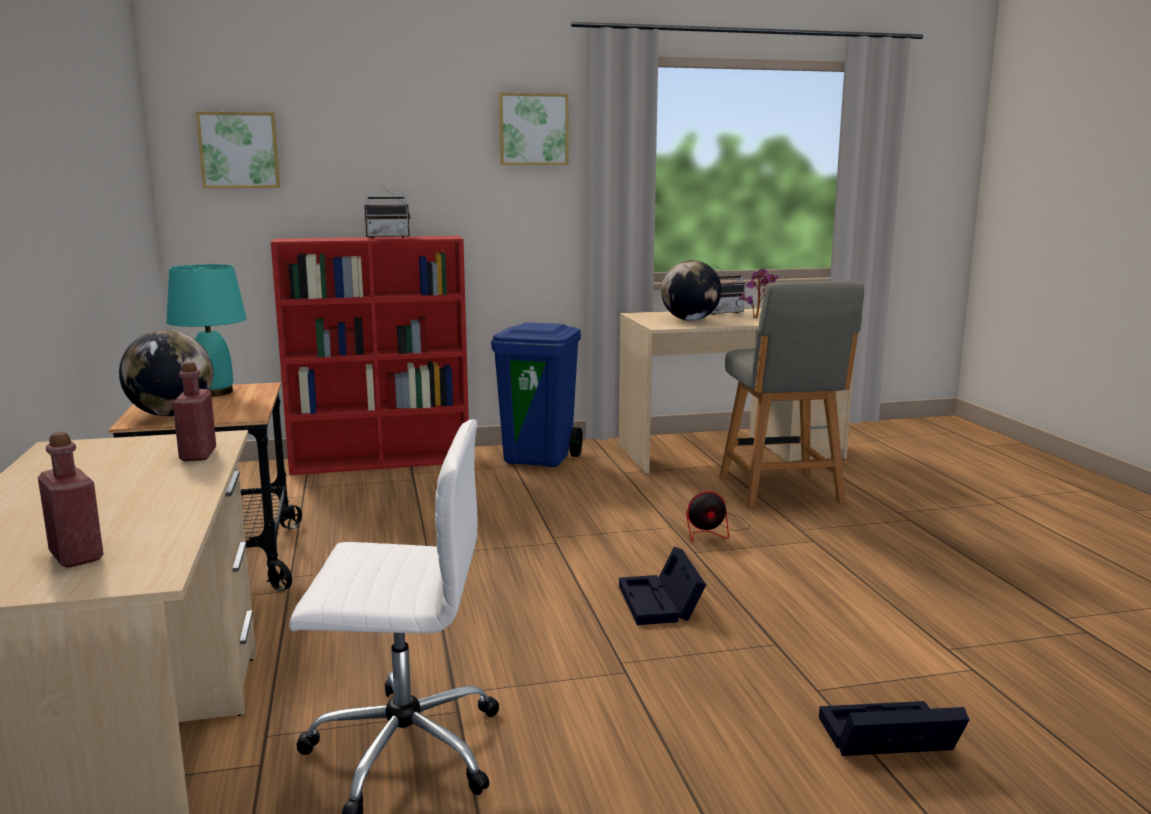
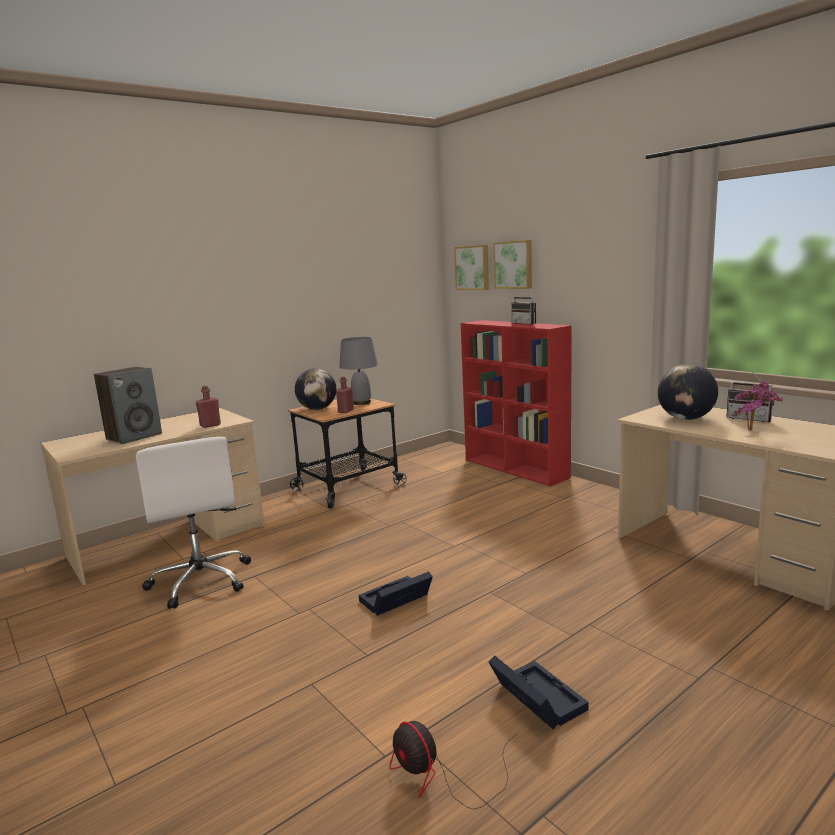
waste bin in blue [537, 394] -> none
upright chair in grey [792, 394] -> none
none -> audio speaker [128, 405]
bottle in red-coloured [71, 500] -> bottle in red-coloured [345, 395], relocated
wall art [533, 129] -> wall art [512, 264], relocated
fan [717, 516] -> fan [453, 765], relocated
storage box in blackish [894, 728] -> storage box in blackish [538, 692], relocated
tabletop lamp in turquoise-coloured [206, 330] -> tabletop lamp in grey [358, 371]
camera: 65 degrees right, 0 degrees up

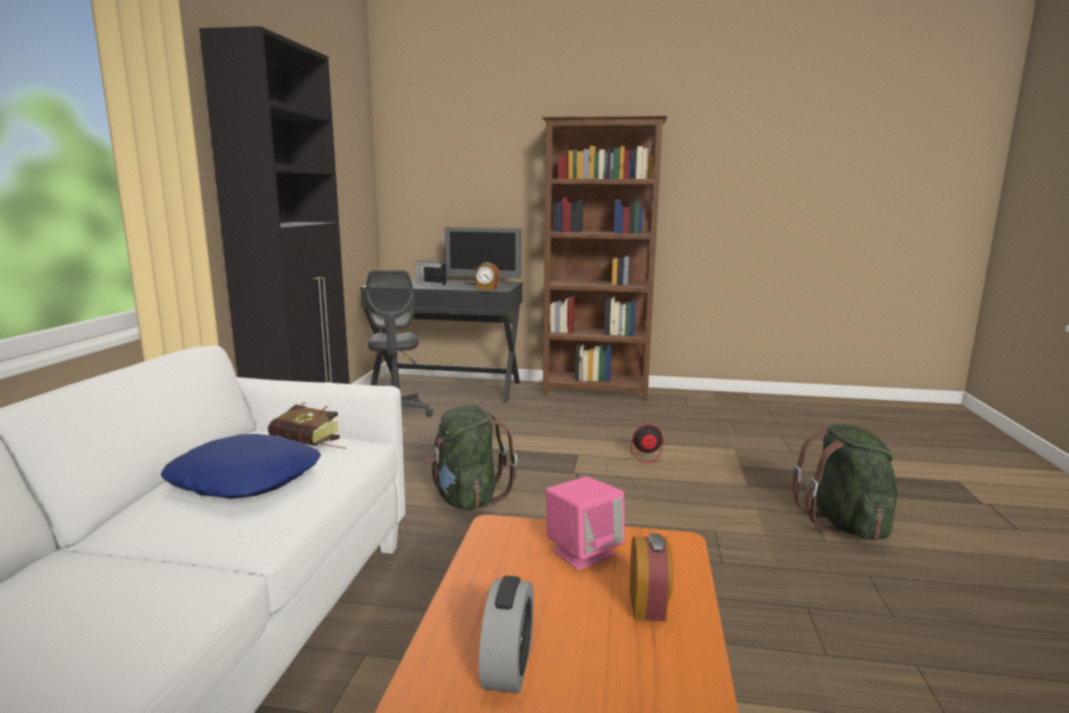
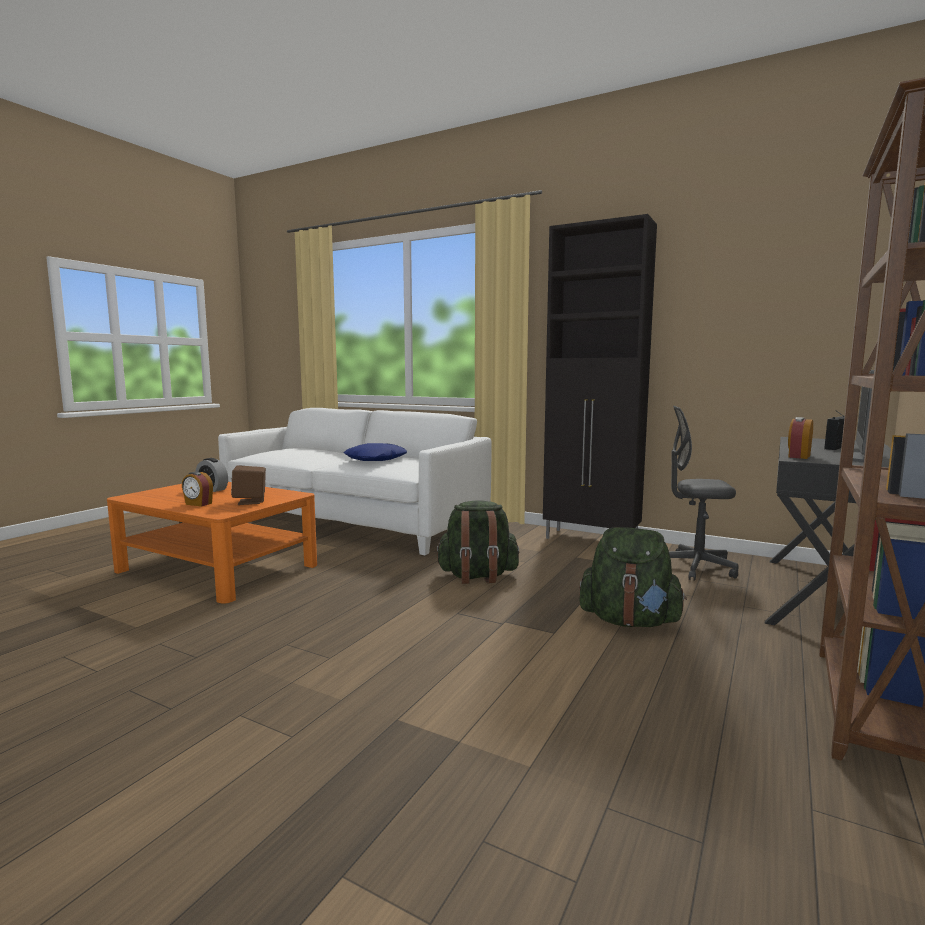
bound book [307, 425] -> none
fan [635, 455] -> none
knapsack in green-coloured [844, 482] -> knapsack in green-coloured [633, 577], relocated
audio speaker in pink [585, 523] -> audio speaker in brown-coloured [248, 485]
camera: 110 degrees right, 5 degrees down

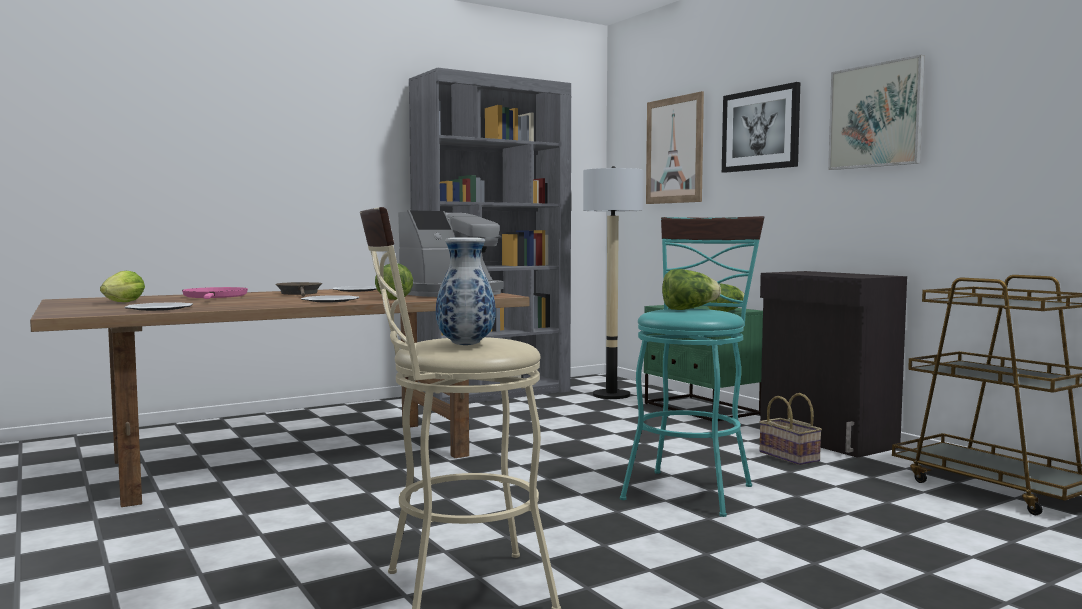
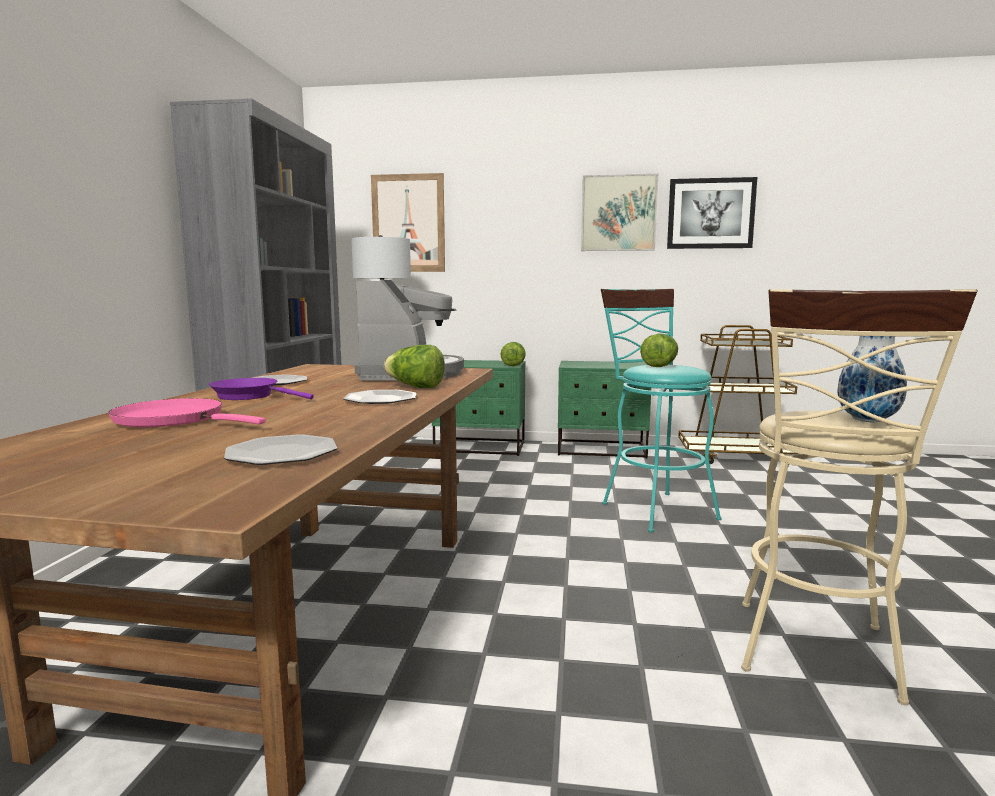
lettuce head [122, 286] -> none
basket [790, 429] -> none
wall art [761, 127] -> wall art [712, 213], relocated
cabinet in blackish [833, 364] -> night table in green-coloured [604, 410]
frying pan in brown-coloured [298, 289] -> frying pan in purple-coloured [261, 389]
camera: 50 degrees left, 5 degrees up

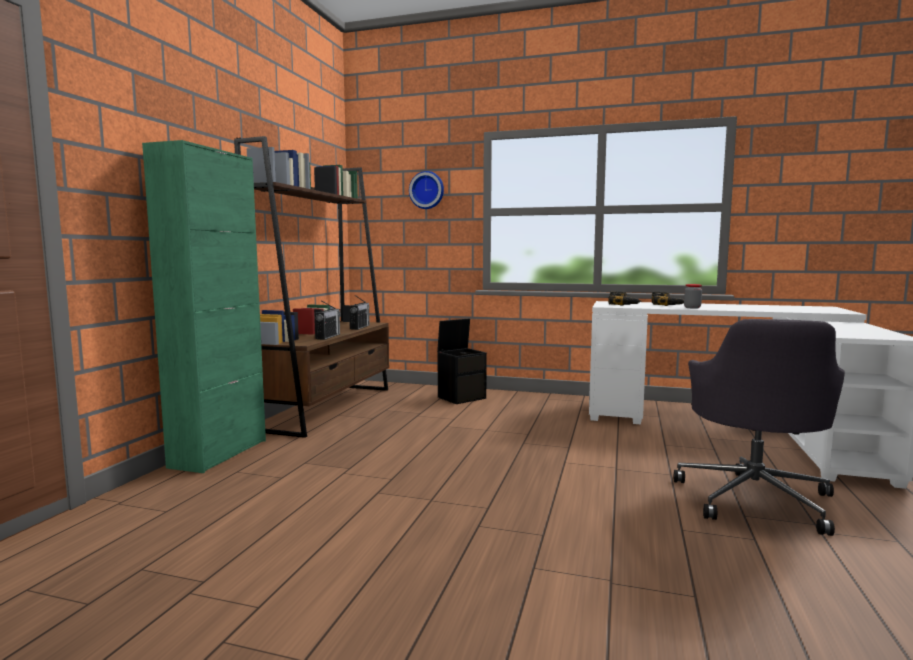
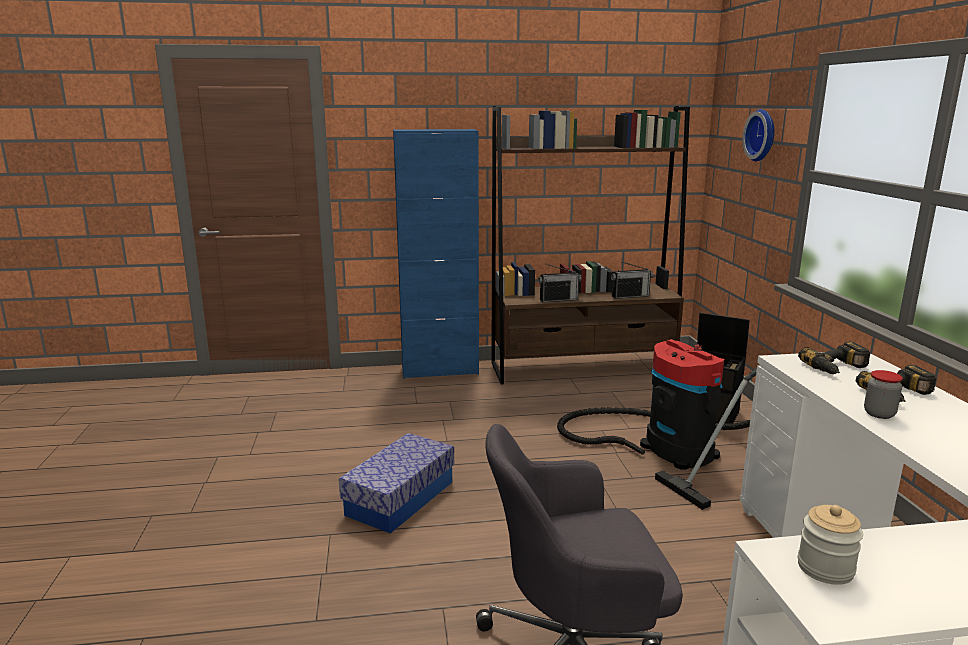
none -> storage box [396, 483]
none -> vacuum [657, 424]
none -> storage jar [830, 545]
cabinet in green-coloured [204, 306] -> cabinet in blue [436, 254]
camera: 65 degrees right, 10 degrees up

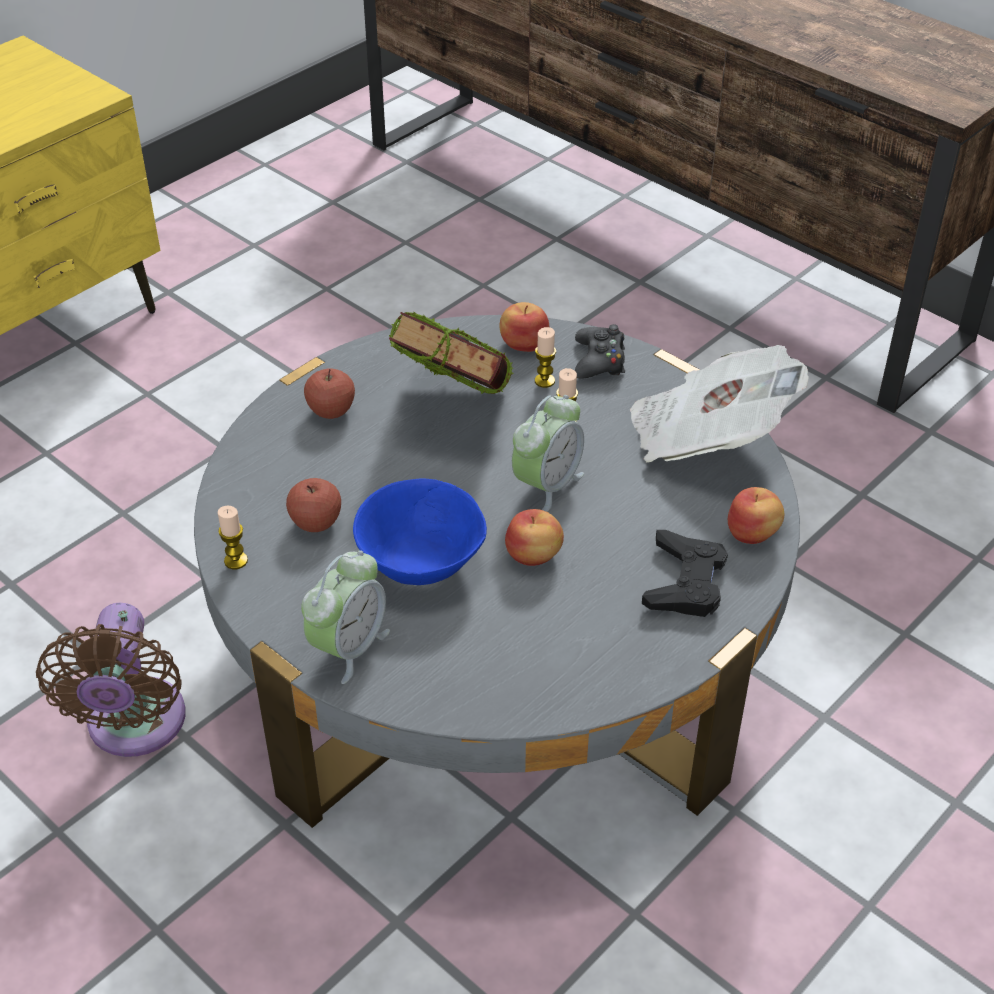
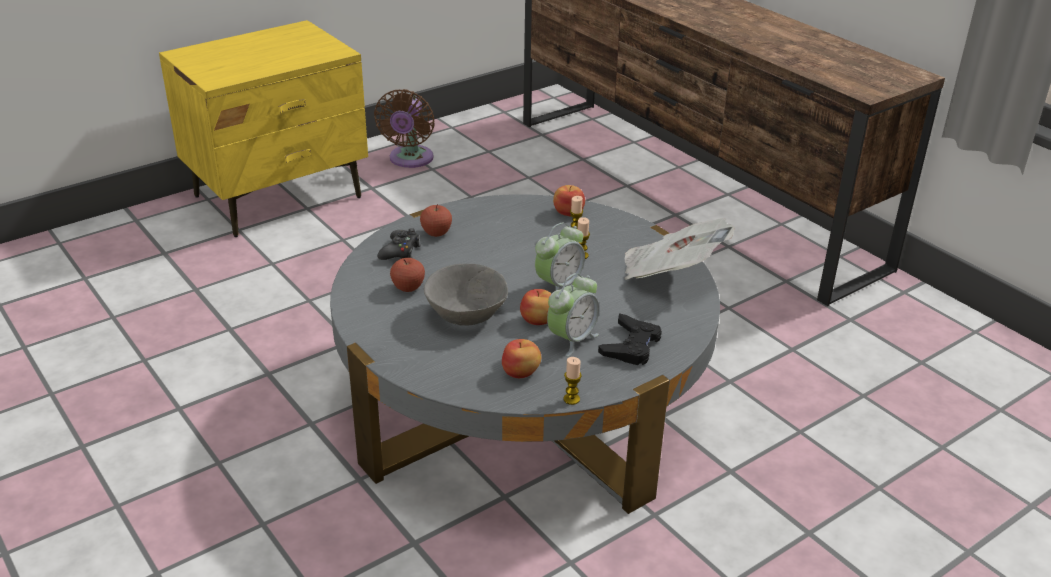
bound book [451, 353] -> none
fan in brown-coloured [111, 680] -> fan in brown-coloured [404, 128], relocated
wax light [233, 537] -> wax light [572, 381], relocated
table clock [345, 617] -> table clock [573, 315], relocated
gamepad in blackish [600, 351] -> gamepad in blackish [399, 244], relocated
apple fruit [756, 515] -> apple fruit [521, 358], relocated
deep dish in blue [420, 532] -> deep dish in grey [466, 295]
camera: 10 degrees right, 10 degrees down

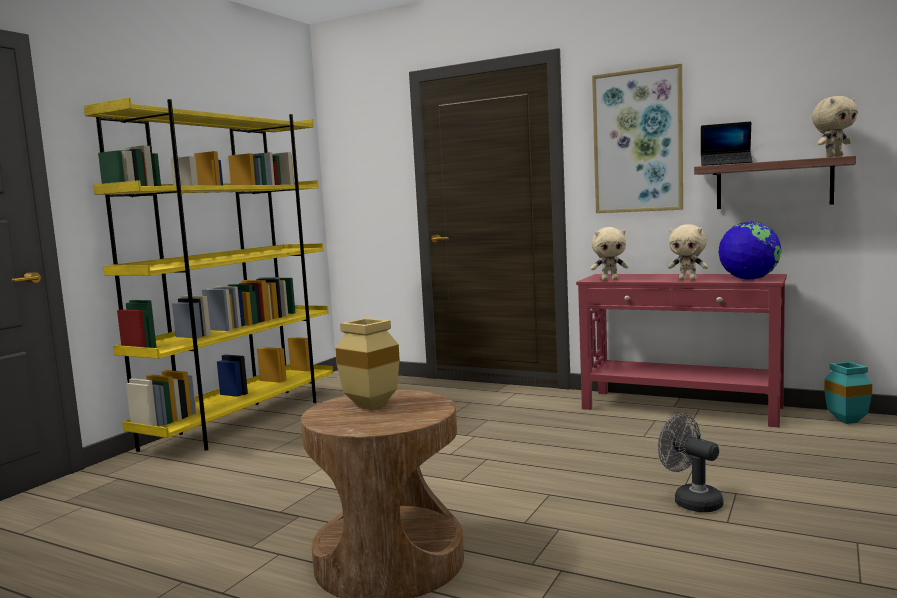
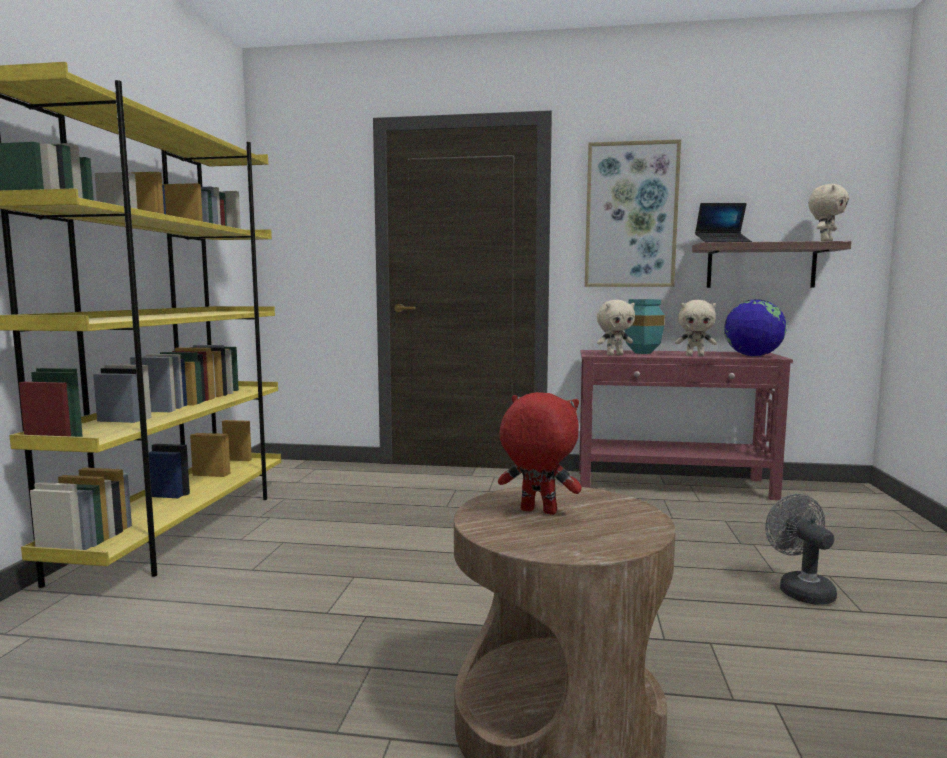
flower vase in turquoise-coloured [848, 393] -> flower vase in turquoise-coloured [644, 326], relocated
flower vase in beige [367, 364] -> soft toy in red-coloured [540, 453]
fan in grey [690, 463] -> fan in grey [801, 549], 45 degrees clockwise
camera: 20 degrees left, 0 degrees up

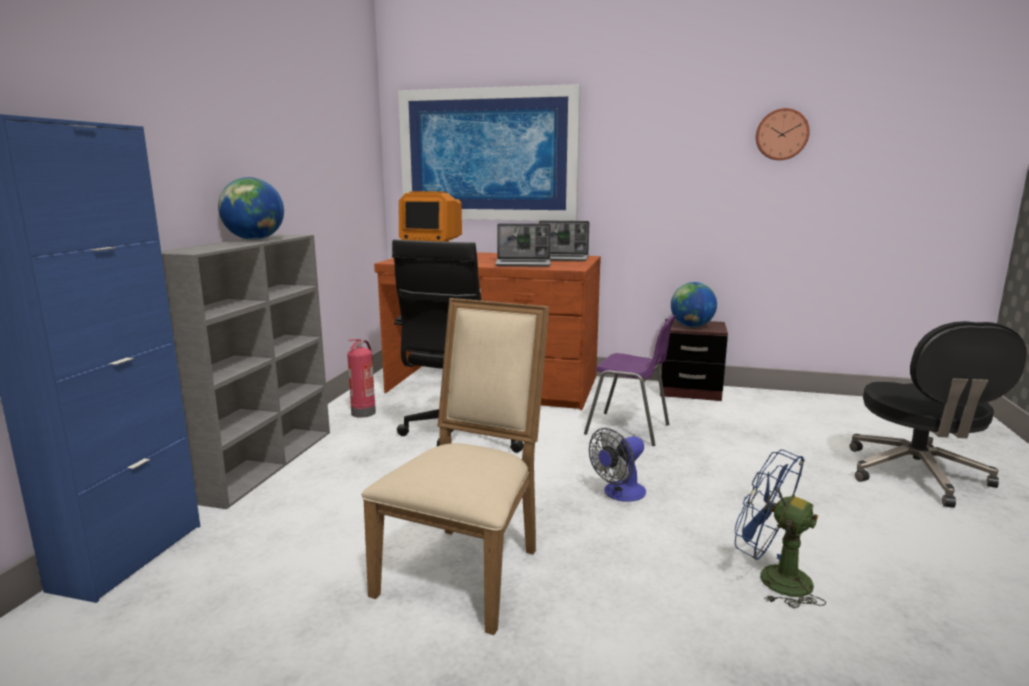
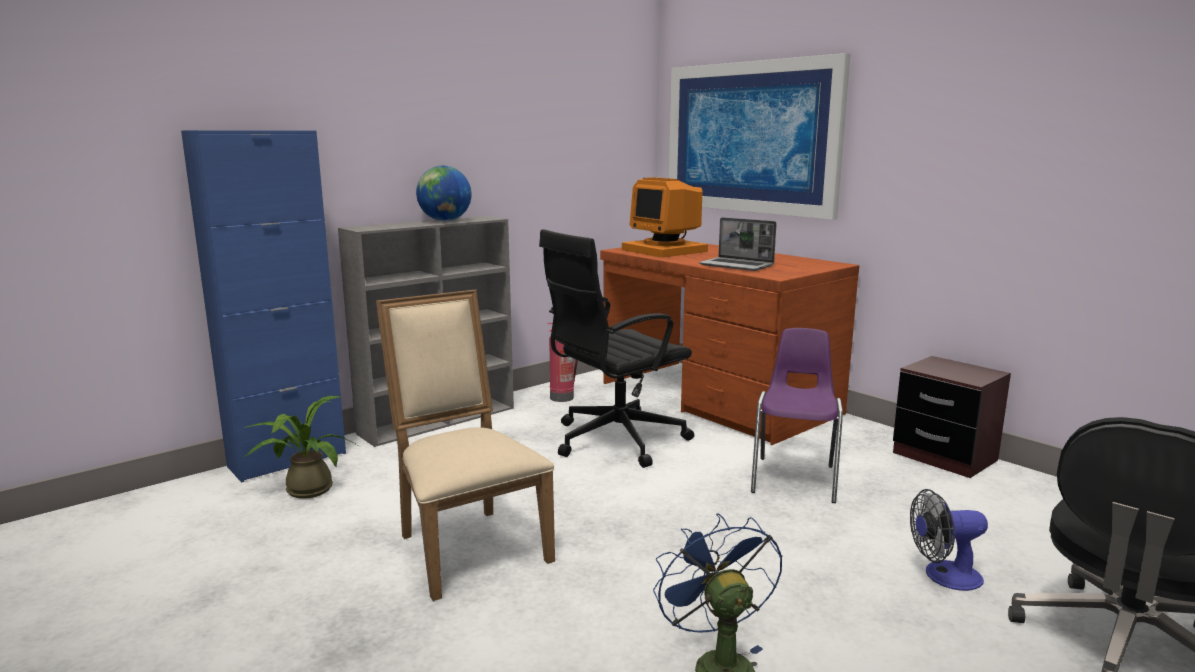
portable computer [564, 240] -> none
desk globe [694, 304] -> none
clock on the wall [783, 134] -> none
none -> houseplant [301, 447]
fan [617, 465] -> fan [949, 540], relocated
upright chair in beige [455, 466] -> upright chair in beige [465, 445], 90 degrees counterclockwise
upright chair in purple-coloured [630, 380] -> upright chair in purple-coloured [797, 415], 135 degrees counterclockwise
camera: 35 degrees right, 0 degrees up

